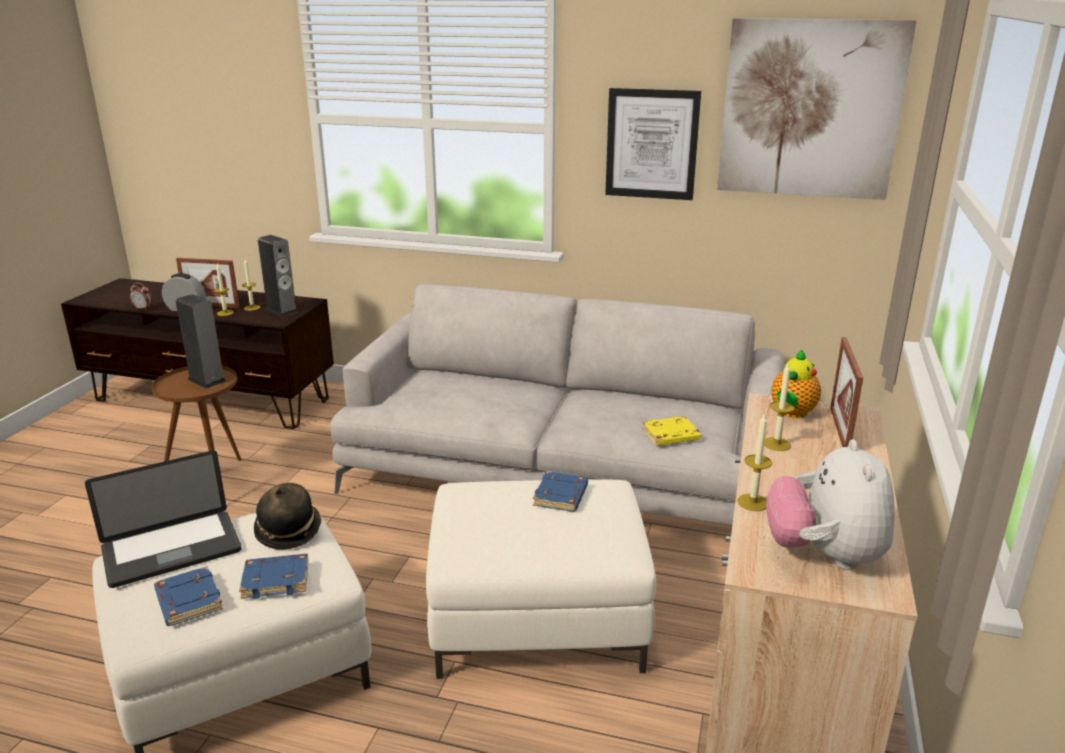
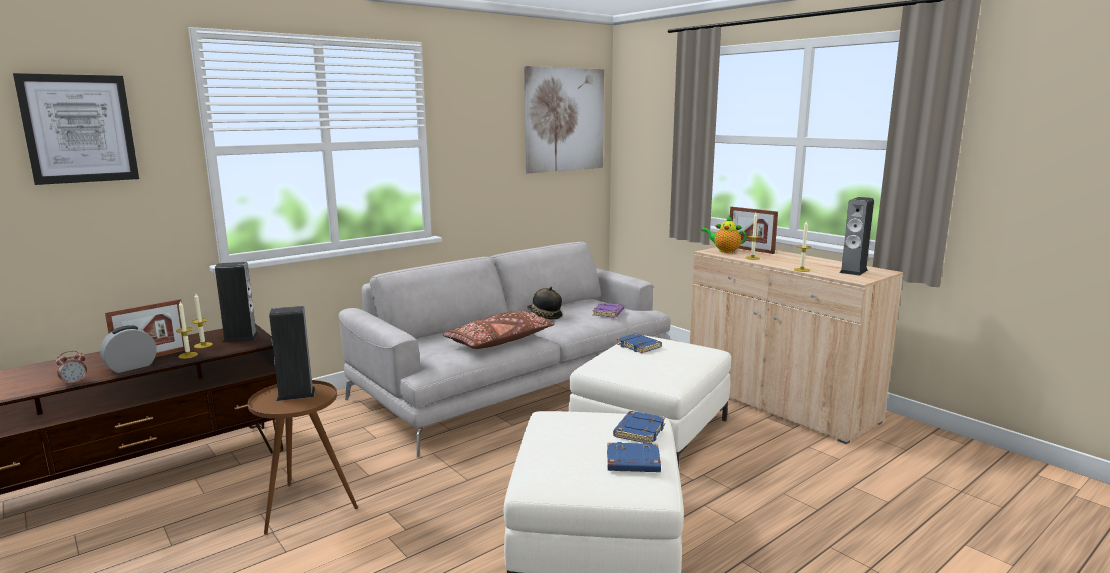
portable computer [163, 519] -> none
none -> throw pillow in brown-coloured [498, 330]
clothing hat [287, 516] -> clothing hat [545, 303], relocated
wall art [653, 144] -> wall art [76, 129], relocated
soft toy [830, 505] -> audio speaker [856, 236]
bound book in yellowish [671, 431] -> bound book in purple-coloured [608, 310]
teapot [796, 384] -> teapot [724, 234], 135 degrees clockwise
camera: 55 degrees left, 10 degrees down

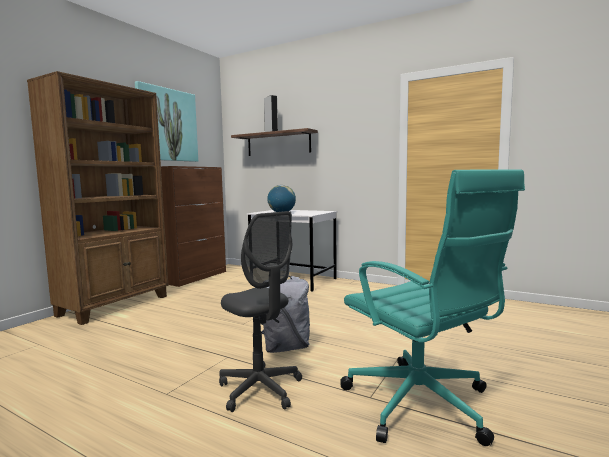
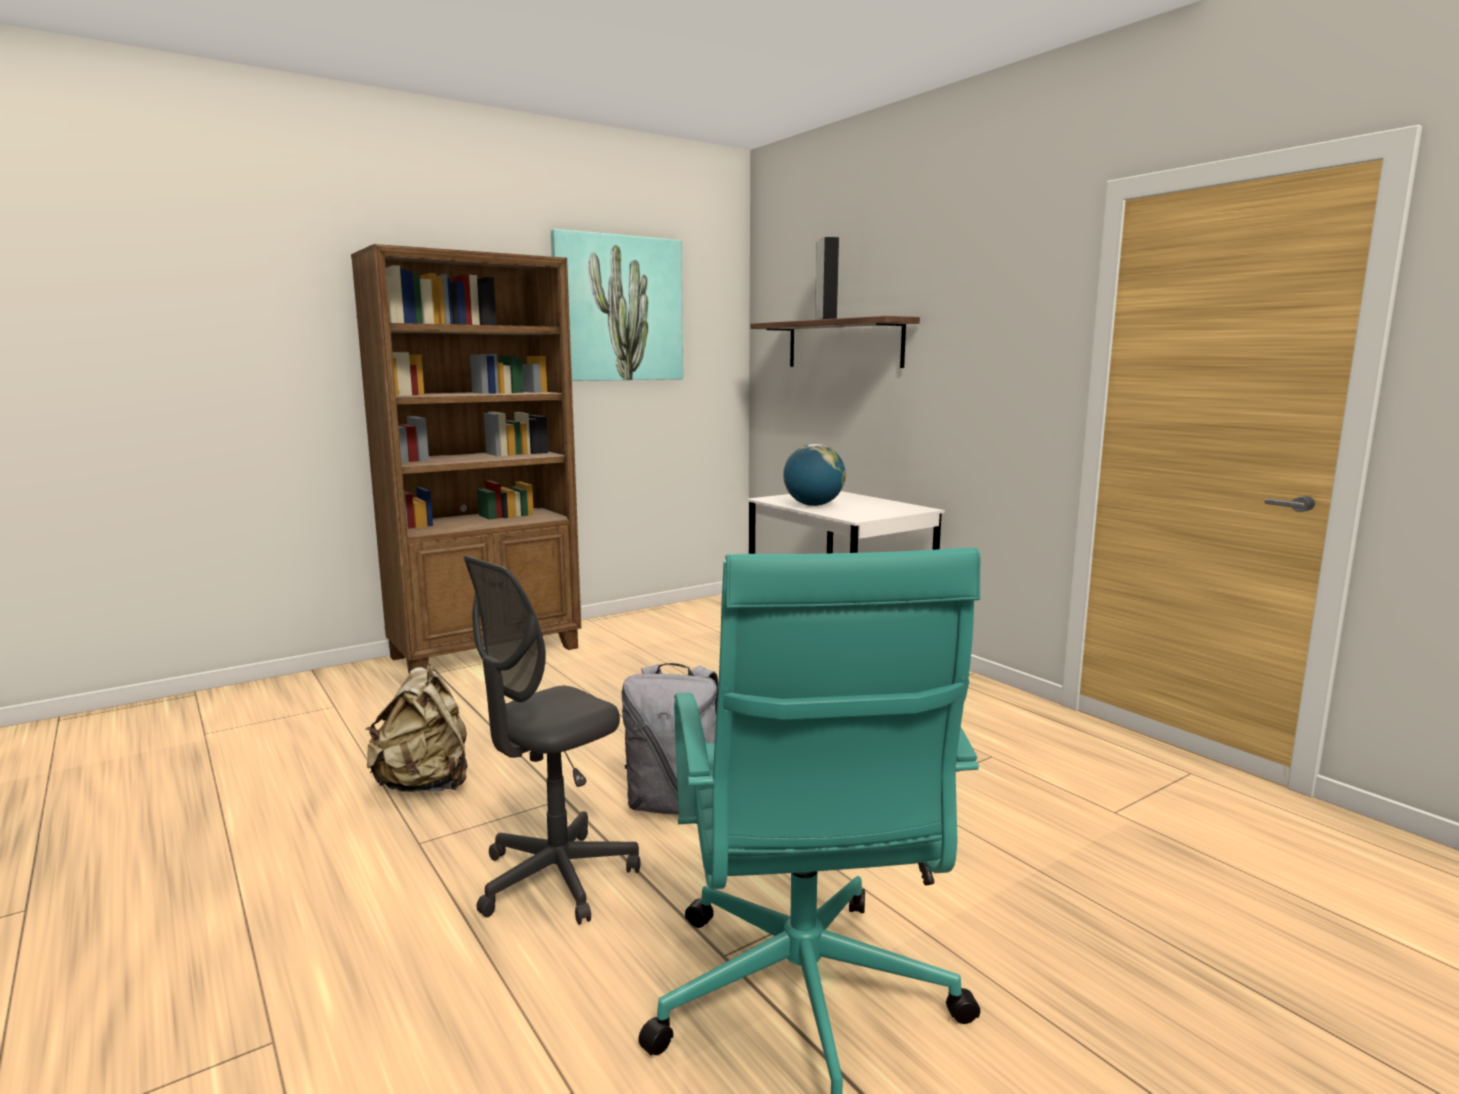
cabinet in brown-coloured [193, 226] -> none
none -> knapsack in beige [417, 728]
office chair in grey [260, 311] -> office chair in grey [551, 740], 60 degrees clockwise
camera: 25 degrees right, 5 degrees up

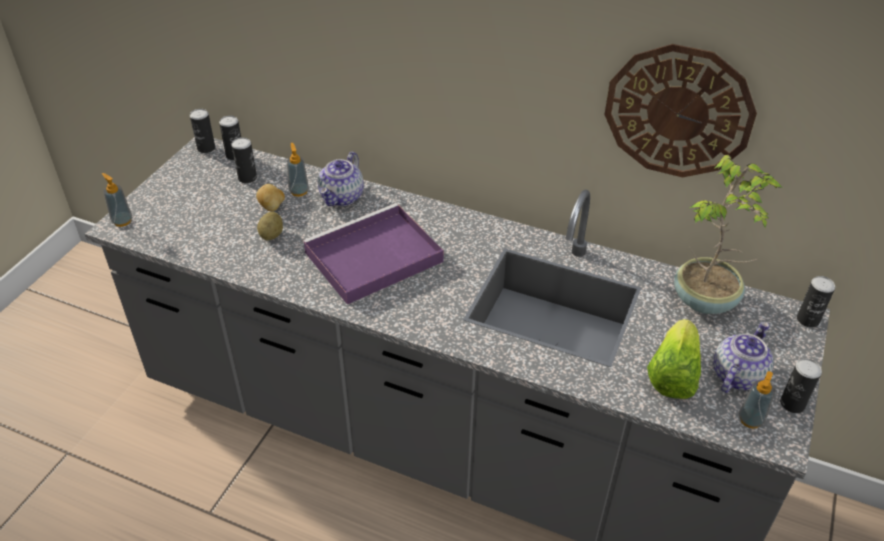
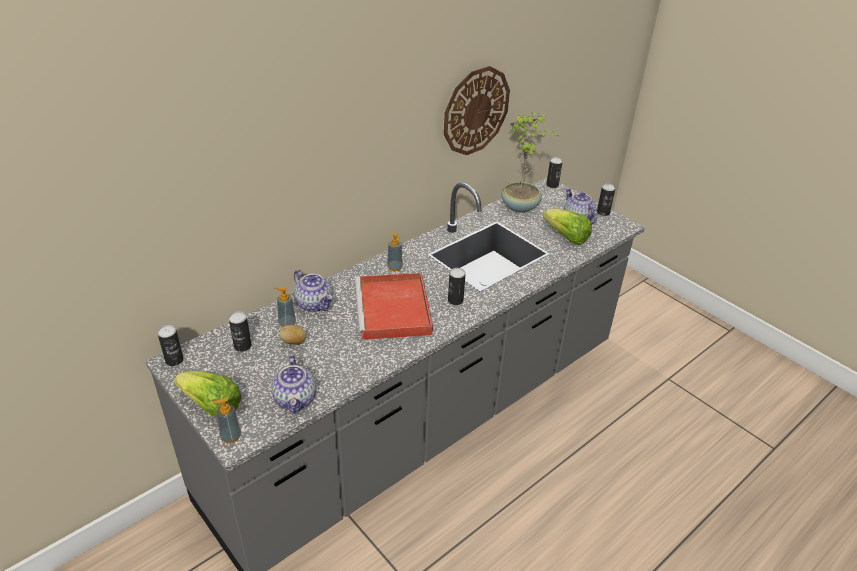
whole potato [270, 226] -> none
none -> lettuce head [208, 394]
none -> teapot [293, 384]
metal can [230, 138] -> metal can [457, 286], relocated
soap bottle [757, 399] -> soap bottle [395, 251], relocated
tray in purple-coloured [373, 253] -> tray in red-coloured [394, 306]
camera: 65 degrees left, 5 degrees down

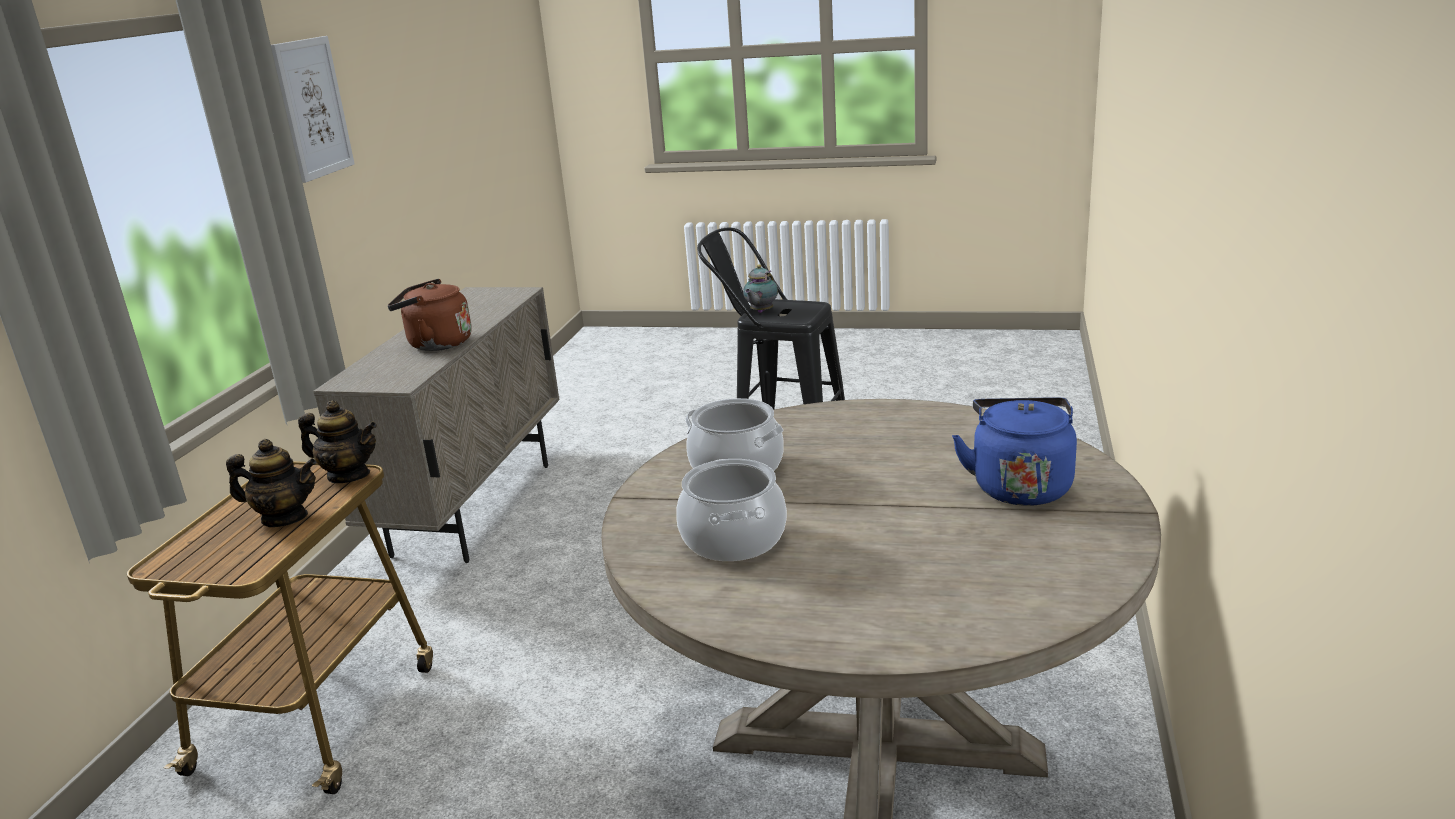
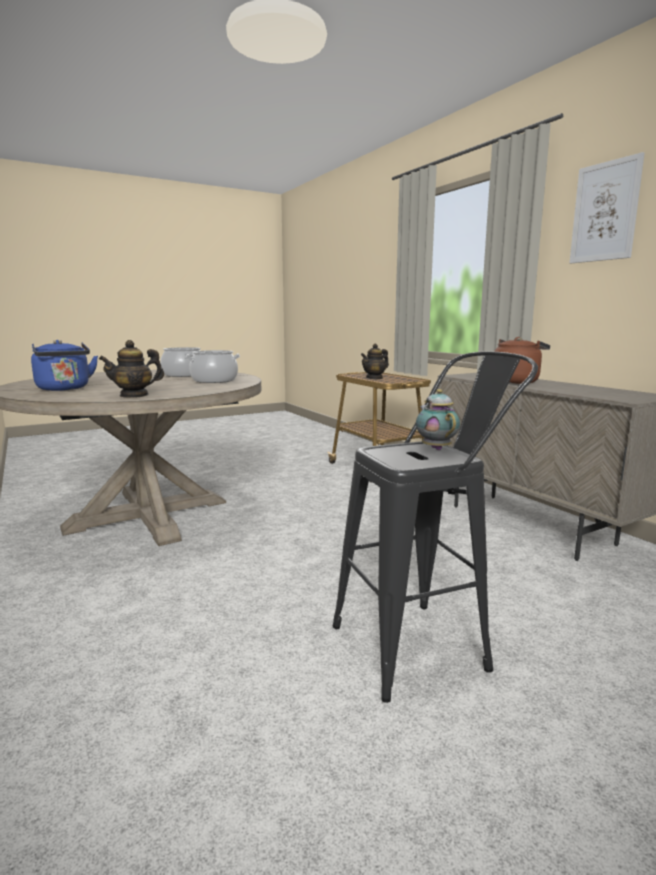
teapot [337, 441] -> teapot [131, 369], relocated
camera: 135 degrees right, 10 degrees down

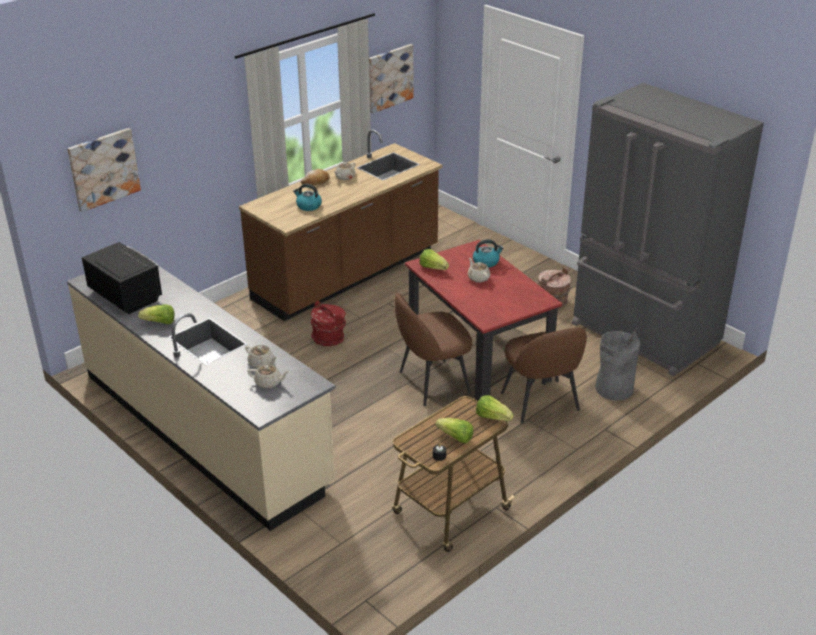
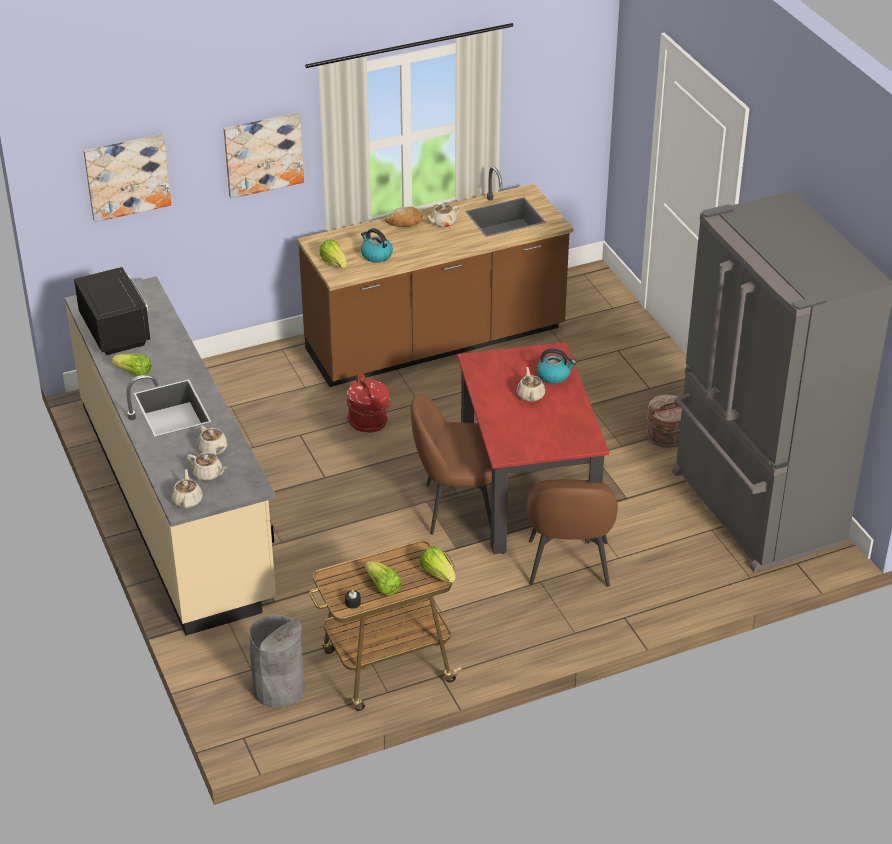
none -> teapot in beige [187, 488]
wall art [391, 78] -> wall art [263, 156], relocated
lettuce head [434, 259] -> lettuce head [333, 254], relocated
waste bin in grey [617, 364] -> waste bin in grey [276, 661], relocated
camera: 20 degrees right, 5 degrees up

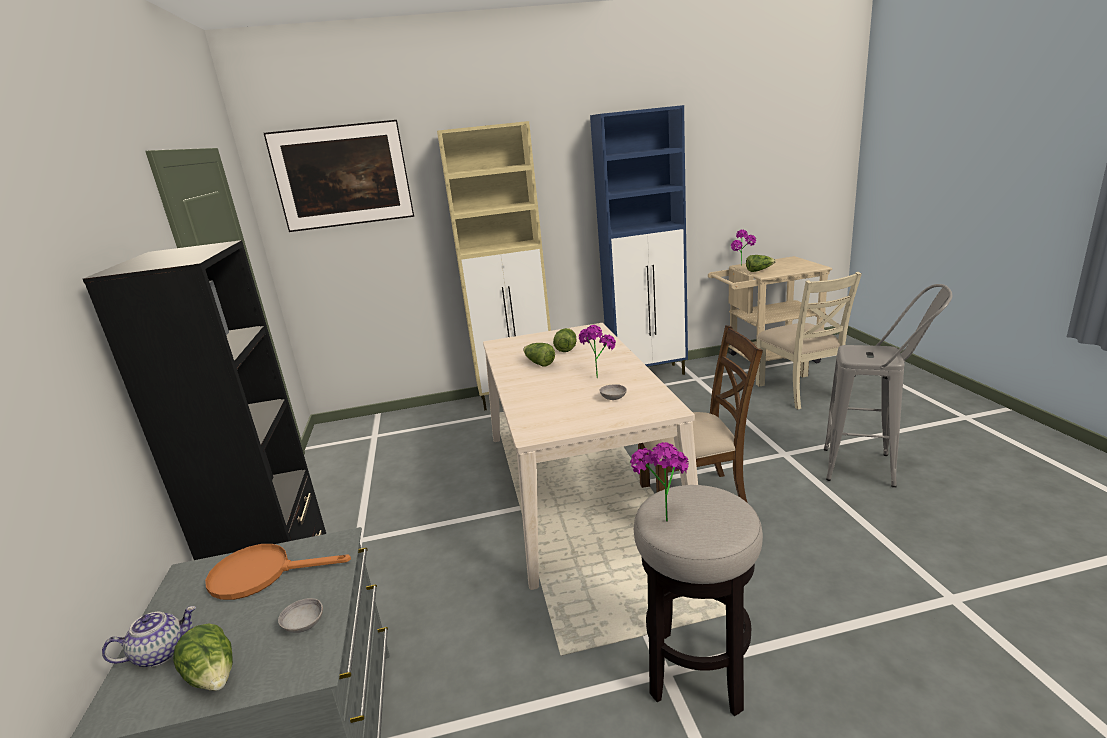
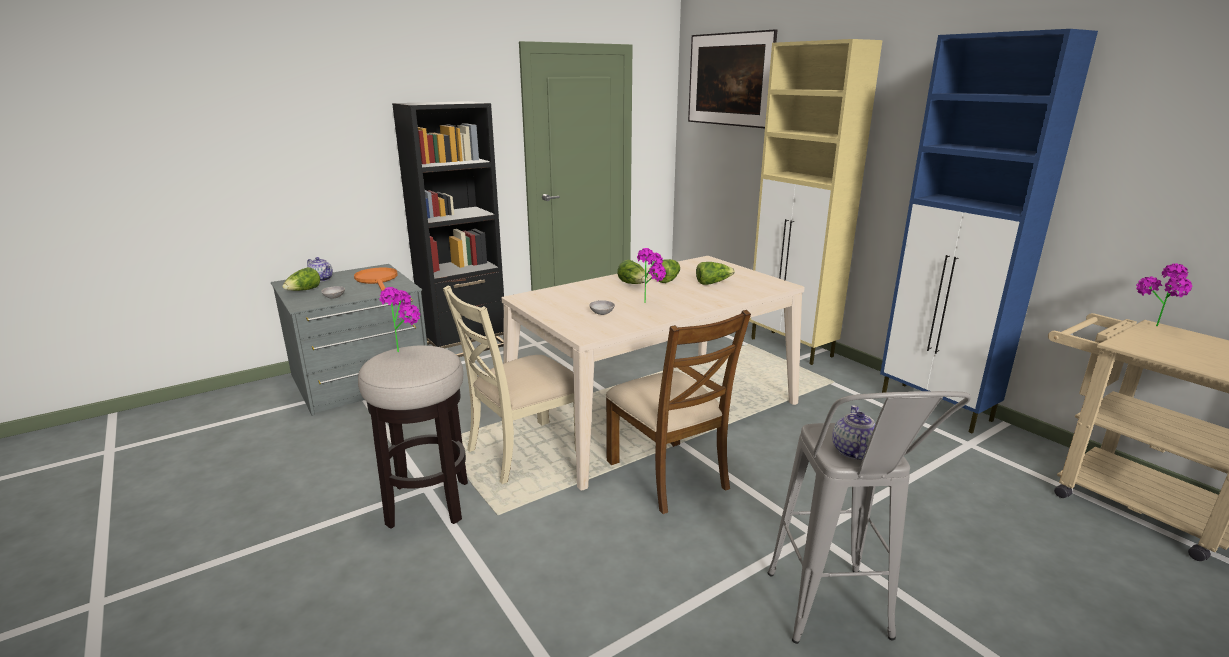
none -> teapot [853, 432]
lettuce head [761, 263] -> lettuce head [632, 272], relocated
upright chair in beige [809, 340] -> upright chair in beige [509, 384], relocated
camera: 65 degrees right, 0 degrees up

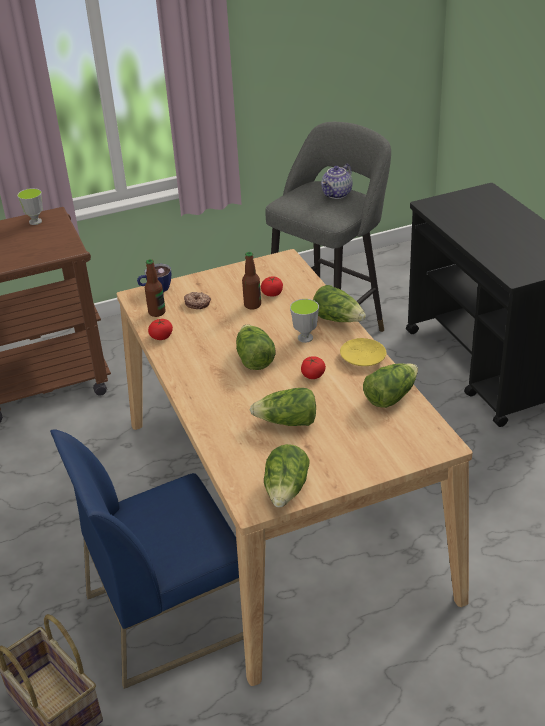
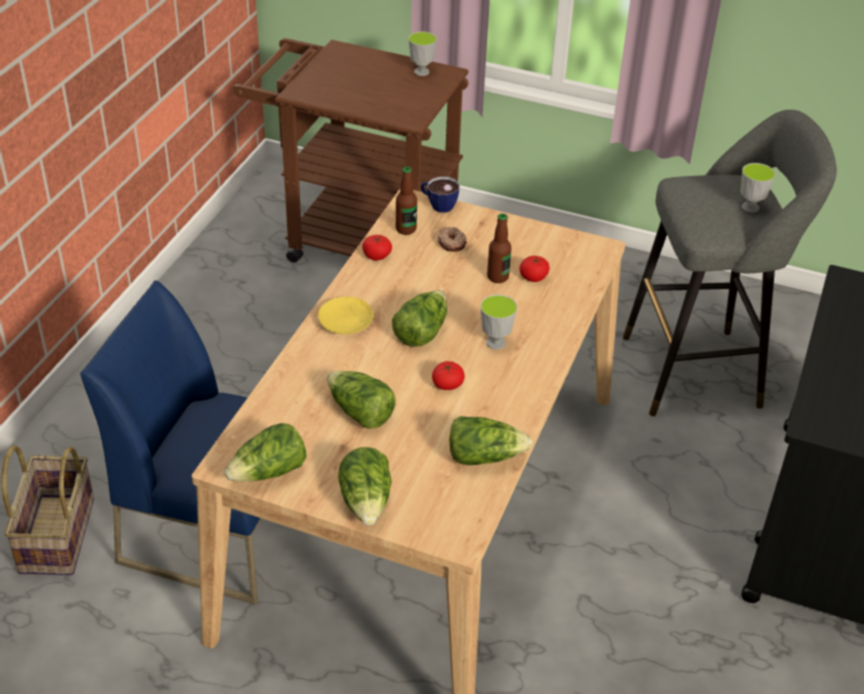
lettuce head [339, 303] -> lettuce head [365, 486], relocated
dinner plate in yellowish [363, 352] -> dinner plate in yellowish [346, 315], relocated
teapot [337, 181] -> small cup [757, 188]
camera: 40 degrees right, 5 degrees up

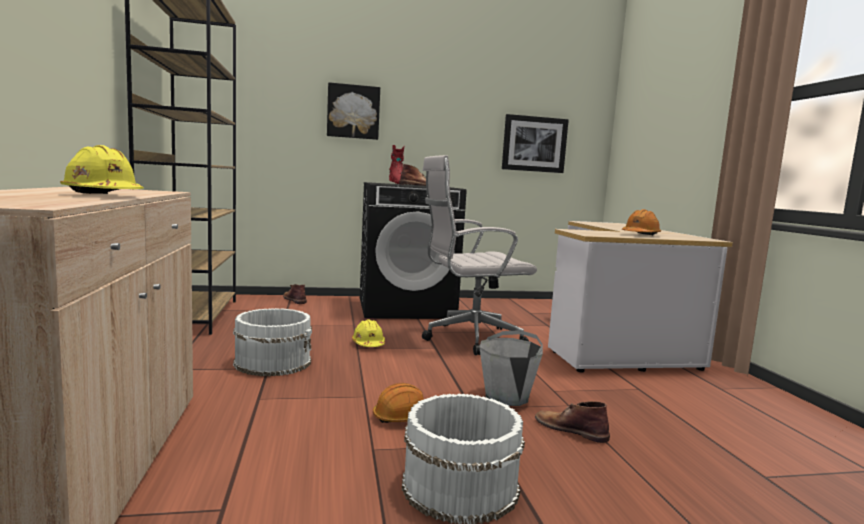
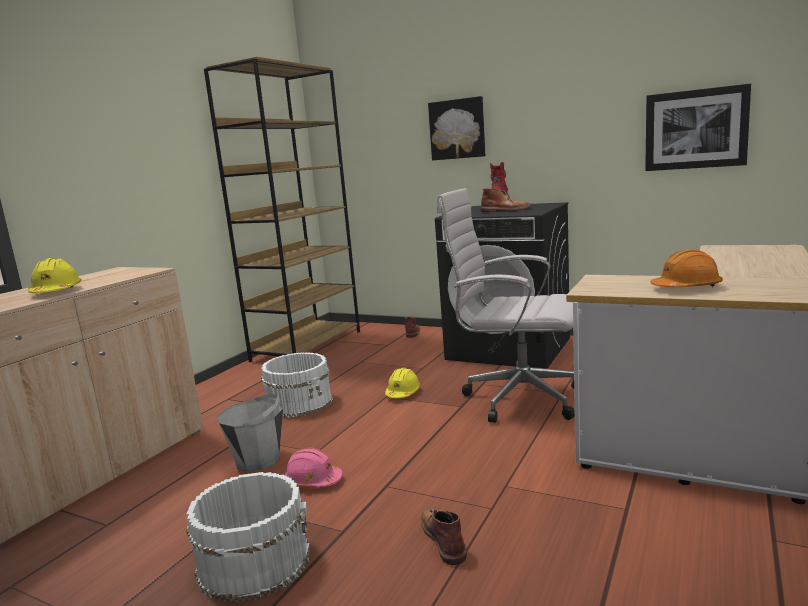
bucket in grey [511, 368] -> bucket in grey [250, 433], relocated
hard hat in orange-coloured [398, 403] -> hard hat in pink [313, 467]
camera: 40 degrees right, 5 degrees up

